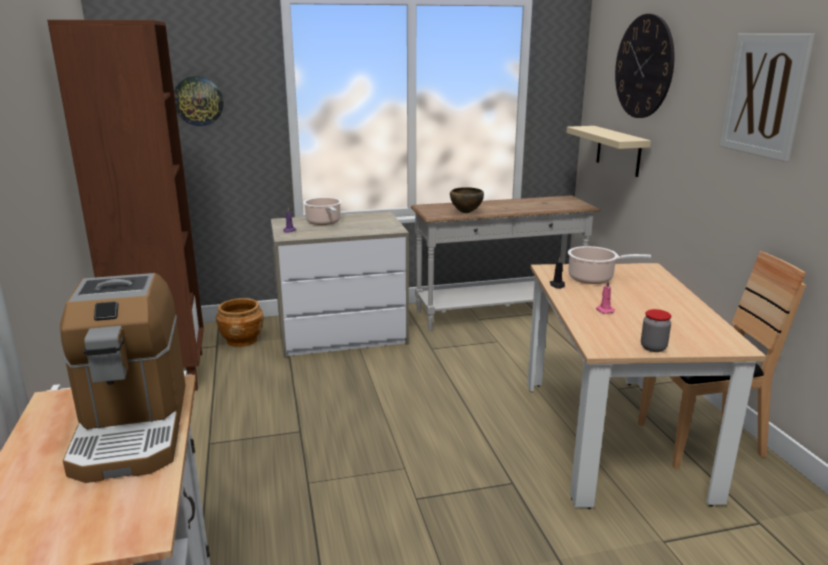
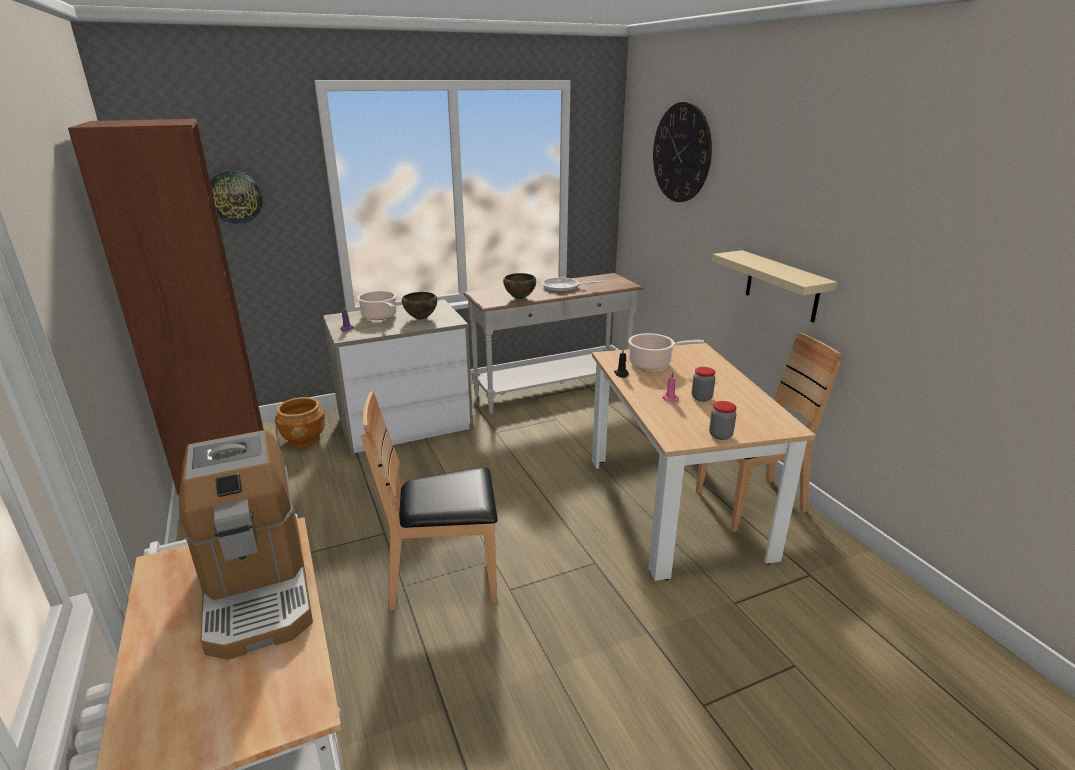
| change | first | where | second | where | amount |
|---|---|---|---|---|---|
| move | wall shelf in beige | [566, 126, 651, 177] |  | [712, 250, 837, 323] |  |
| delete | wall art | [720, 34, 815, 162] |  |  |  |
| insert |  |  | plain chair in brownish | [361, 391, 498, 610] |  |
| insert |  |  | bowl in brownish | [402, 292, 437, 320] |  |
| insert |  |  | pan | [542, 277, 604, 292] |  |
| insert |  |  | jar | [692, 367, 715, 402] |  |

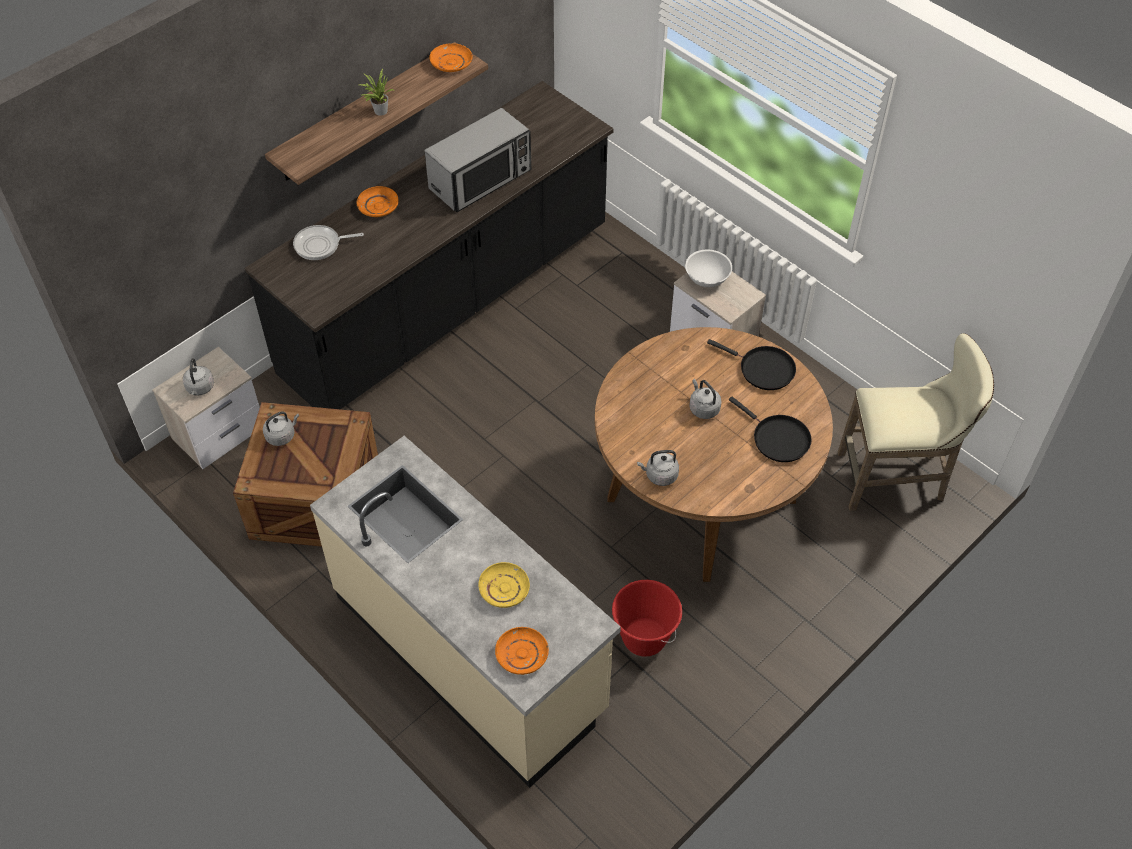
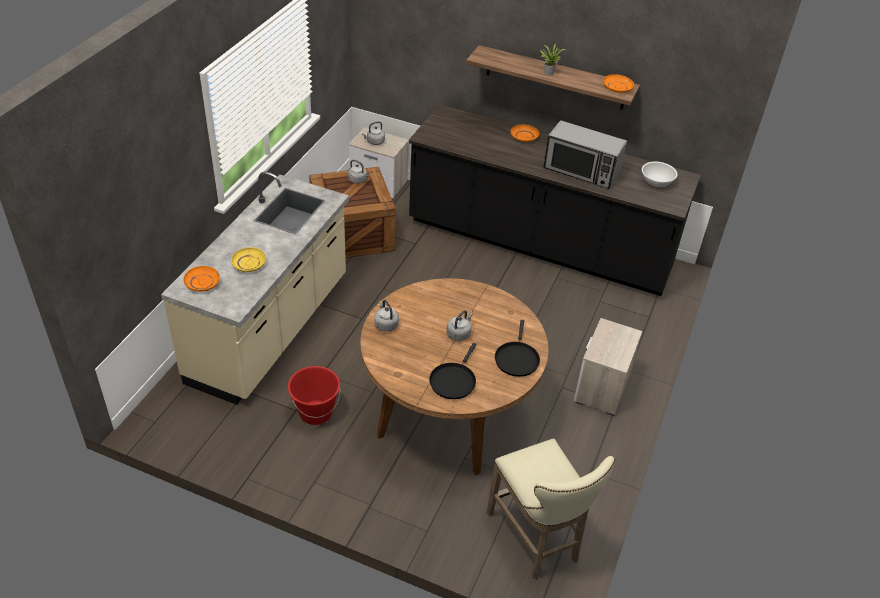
| change | first | where | second | where | amount |
|---|---|---|---|---|---|
| delete | pan | [293, 225, 364, 260] |  |  |  |
| move | bowl in white | [685, 250, 732, 287] |  | [642, 162, 677, 187] |  |

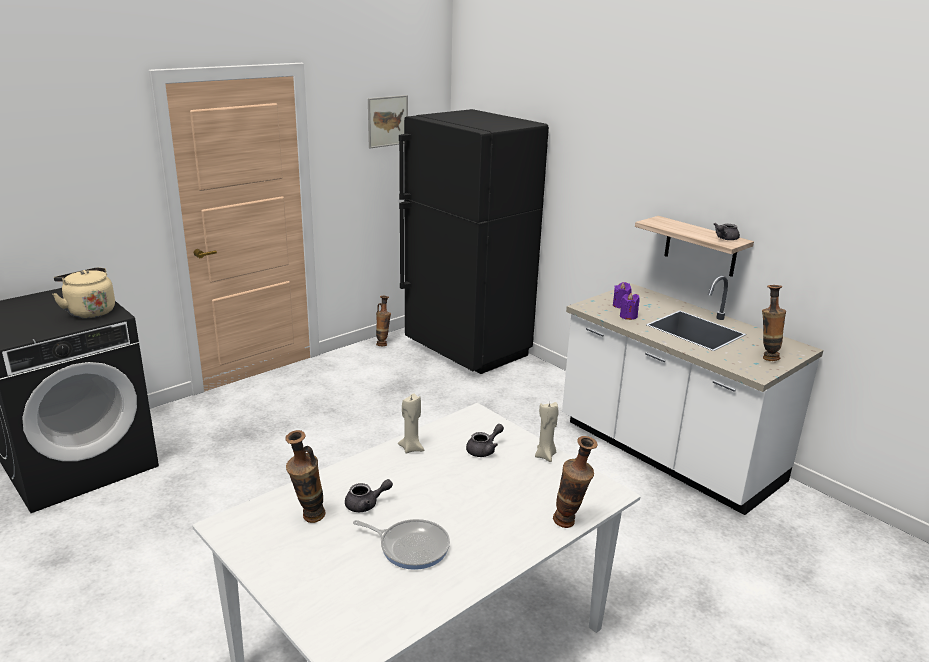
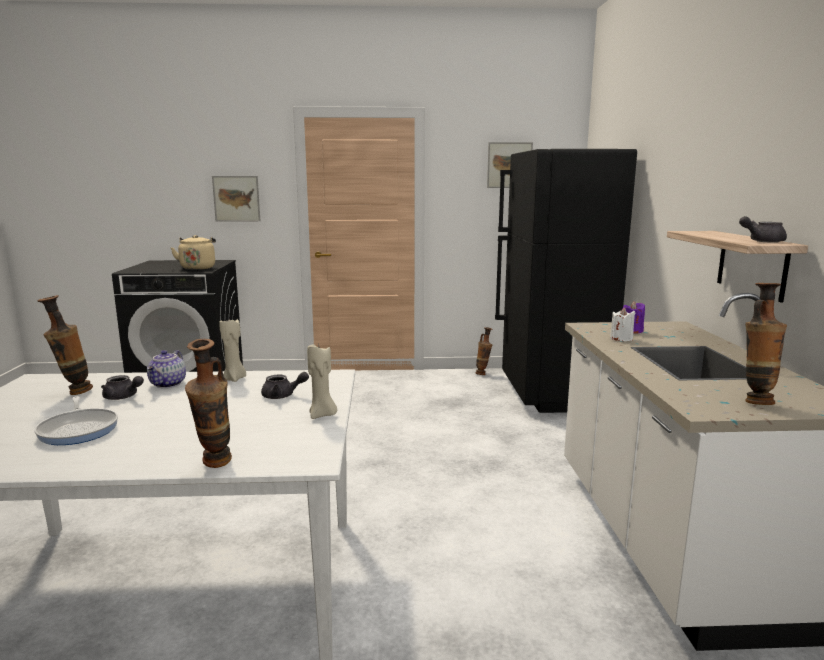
| change | first | where | second | where | amount |
|---|---|---|---|---|---|
| recolor | wax candle in purple-coloured | [620, 293, 639, 320] | wax candle in white | [610, 308, 635, 341] |  |
| insert |  |  | teapot | [147, 350, 186, 388] |  |
| insert |  |  | wall art | [212, 176, 260, 222] |  |

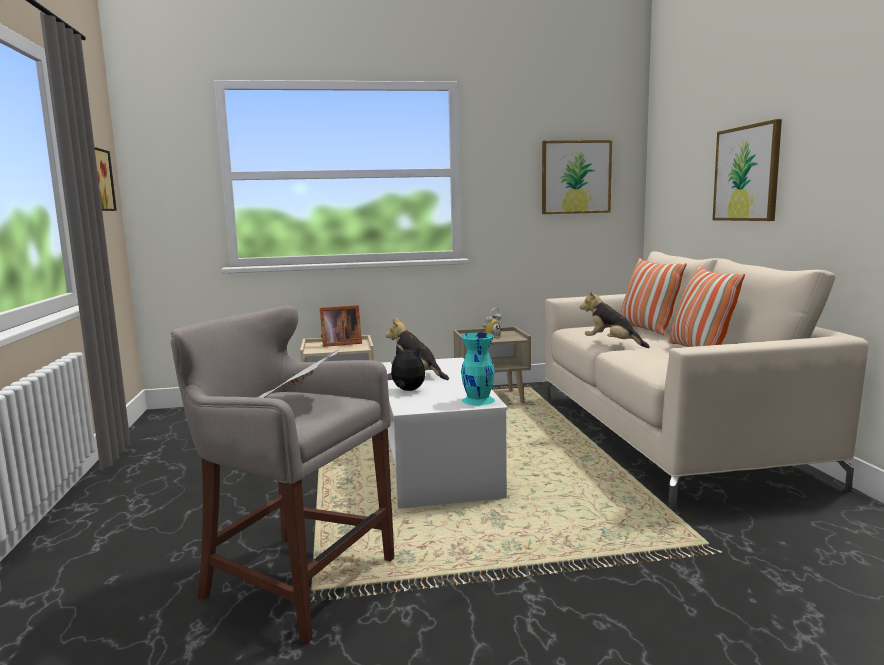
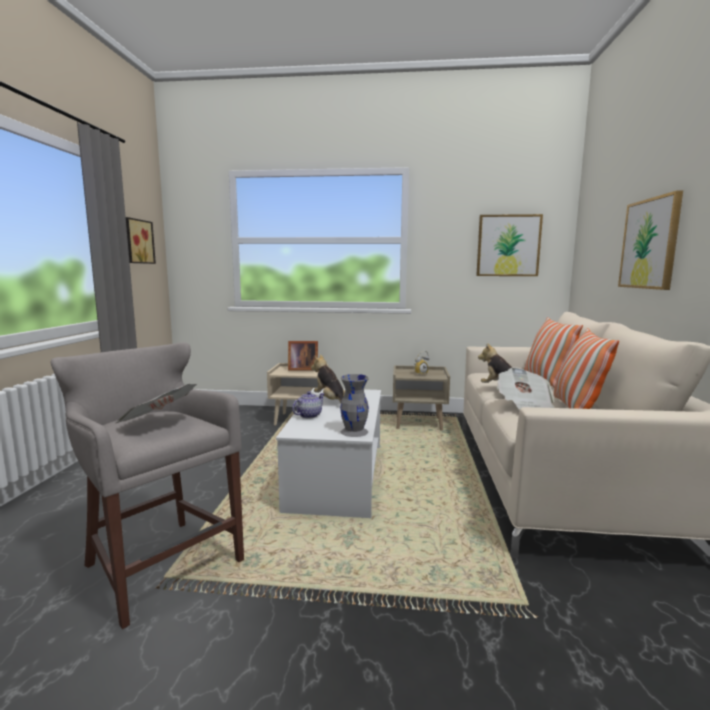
| change | first | where | second | where | amount |
|---|---|---|---|---|---|
| replace | soft toy | [387, 345, 425, 391] | teapot | [292, 391, 325, 418] |  |
| recolor | vase in turquoise | [461, 332, 495, 405] | vase in greyish | [340, 374, 369, 437] |  |
| insert |  |  | newspaper | [497, 367, 554, 410] |  |

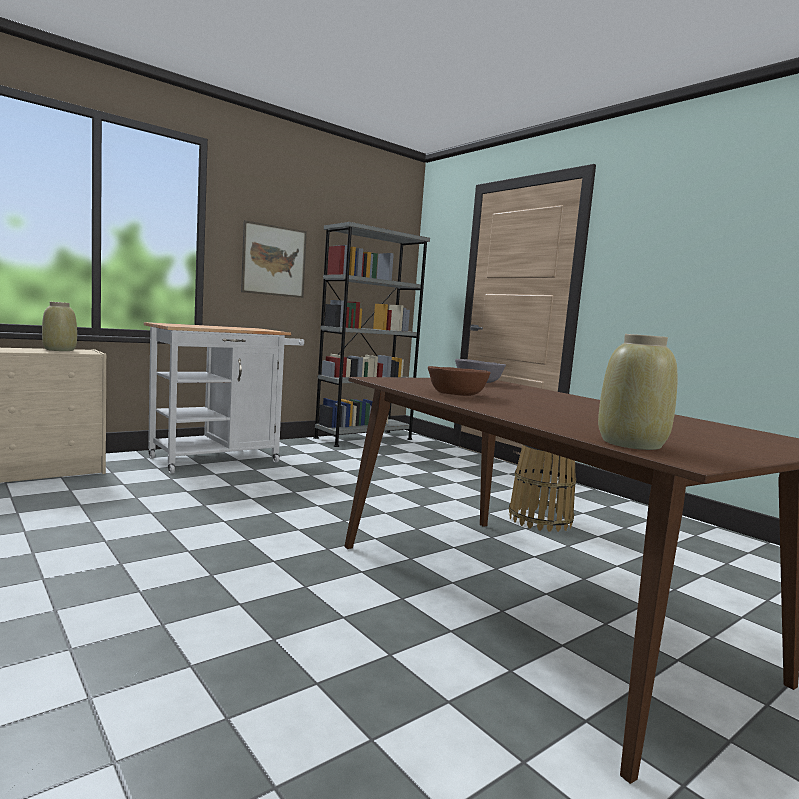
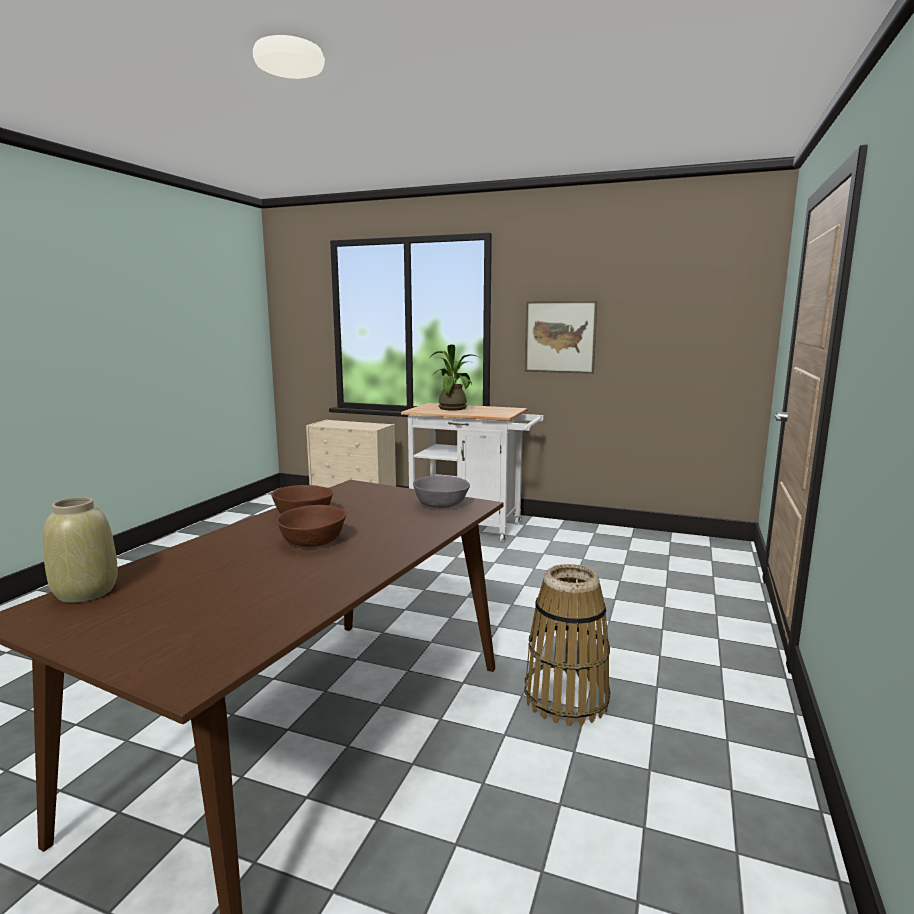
| change | first | where | second | where | amount |
|---|---|---|---|---|---|
| delete | vase in beige | [42, 302, 77, 351] |  |  |  |
| delete | shelving unit in greyish | [313, 222, 430, 447] |  |  |  |
| insert |  |  | bowl in brownish | [276, 505, 346, 547] |  |
| insert |  |  | houseplant | [429, 344, 481, 411] |  |

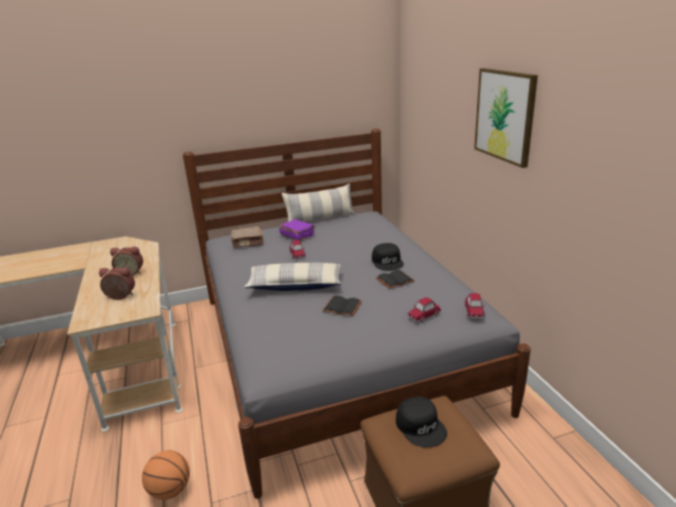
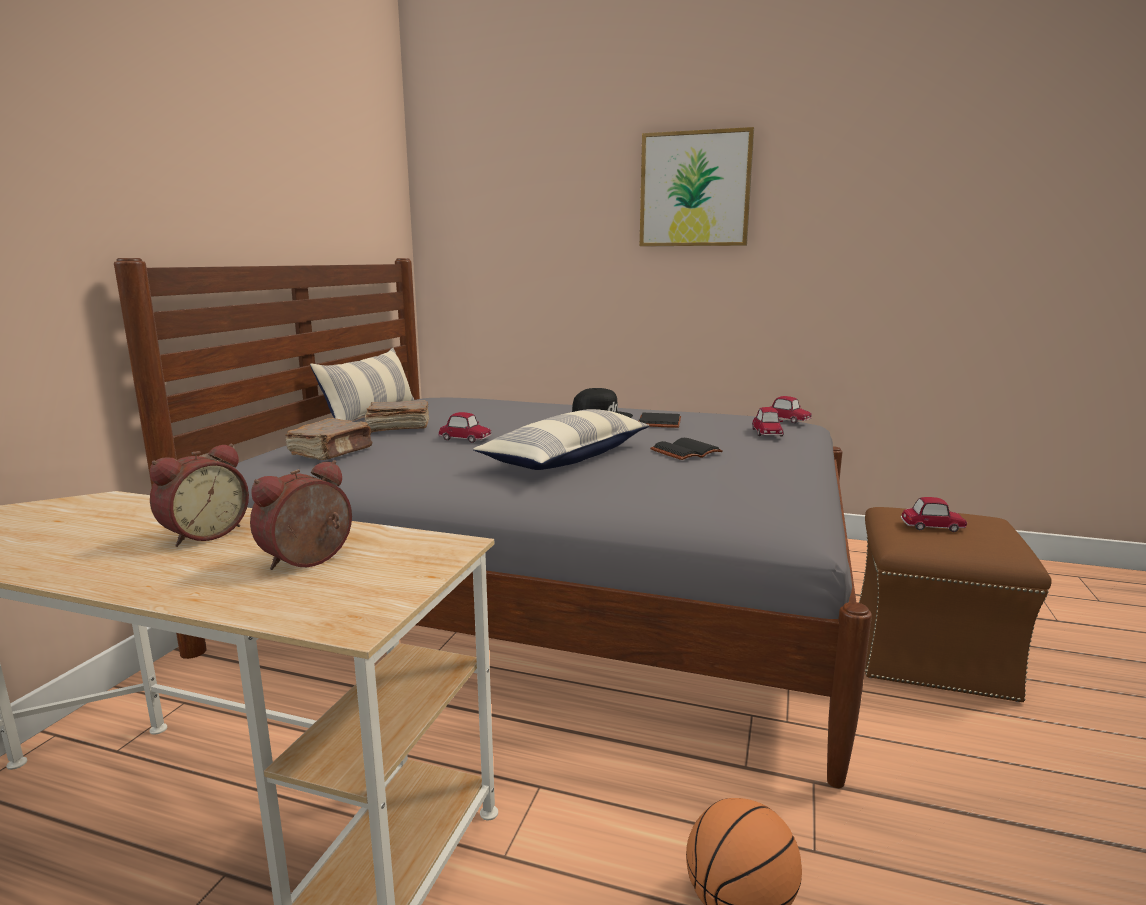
| change | first | where | second | where | amount |
|---|---|---|---|---|---|
| recolor | bound book in purple-coloured | [279, 219, 315, 241] | bound book in brownish | [365, 400, 429, 432] |  |
| replace | baseball cap in black-coloured | [396, 396, 447, 448] | miniature car | [901, 497, 967, 532] |  |

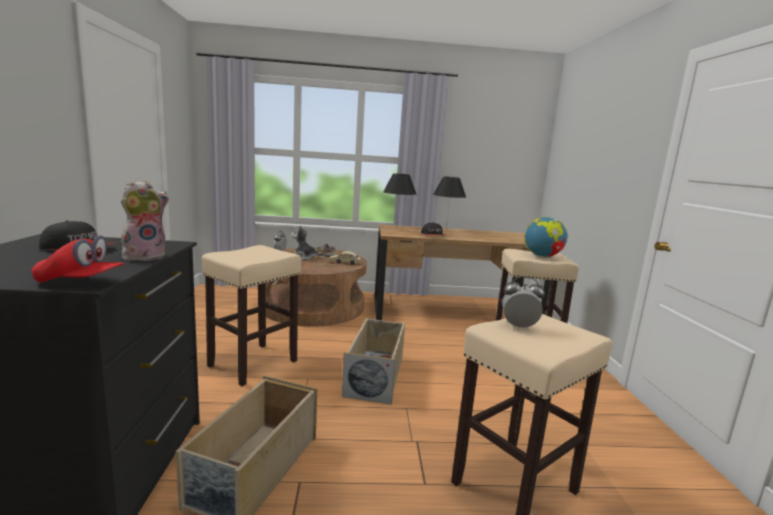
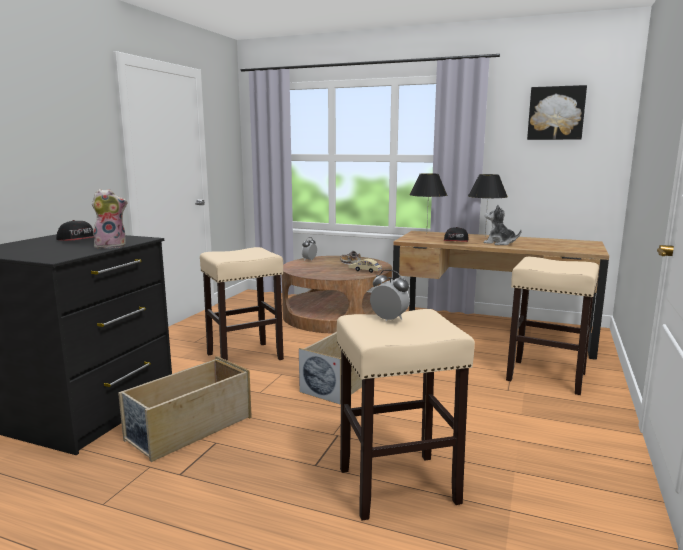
| change | first | where | second | where | amount |
|---|---|---|---|---|---|
| delete | baseball cap in red-coloured | [32, 235, 125, 283] |  |  |  |
| move | soft toy | [291, 226, 320, 260] |  | [484, 204, 522, 245] |  |
| delete | globe | [524, 217, 568, 258] |  |  |  |
| insert |  |  | wall art | [527, 85, 587, 140] |  |

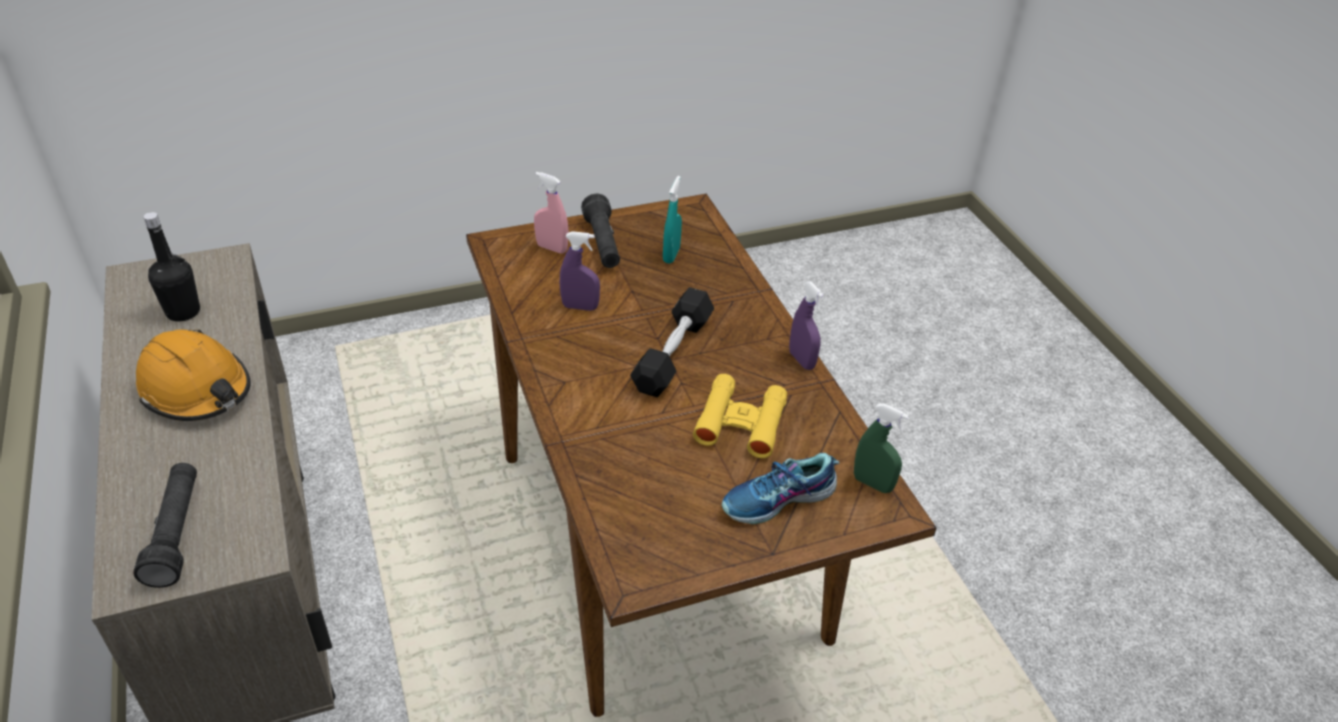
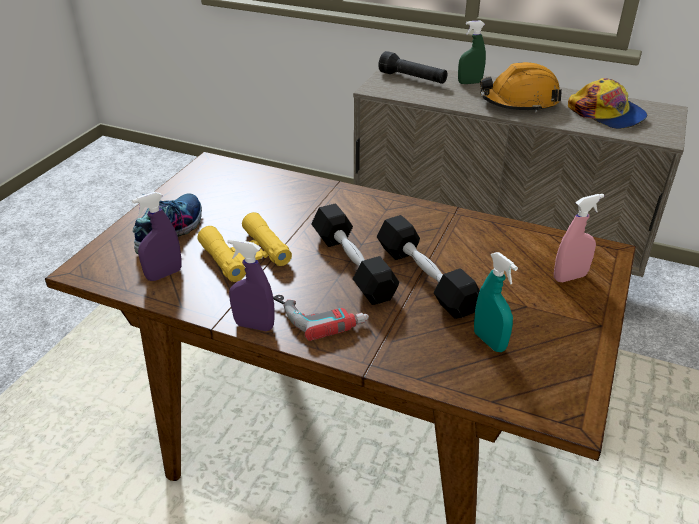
| change | first | where | second | where | amount |
|---|---|---|---|---|---|
| replace | bottle in black-coloured | [143, 212, 200, 322] | baseball cap | [568, 78, 647, 129] |  |
| move | sprayer in purple-coloured | [560, 231, 600, 311] |  | [132, 192, 182, 281] |  |
| delete | flashlight in black-coloured | [581, 194, 620, 268] |  |  |  |
| move | sprayer in greenish | [854, 404, 909, 493] |  | [458, 21, 486, 84] |  |
| insert |  |  | power drill | [273, 295, 369, 341] |  |
| insert |  |  | free weight in black-coloured | [377, 215, 480, 319] |  |

